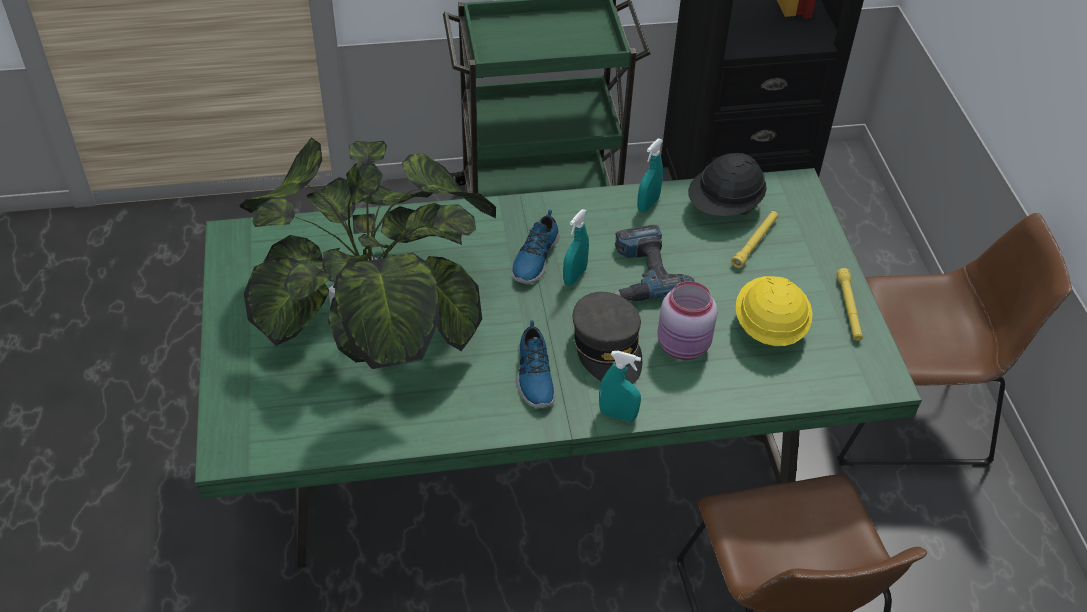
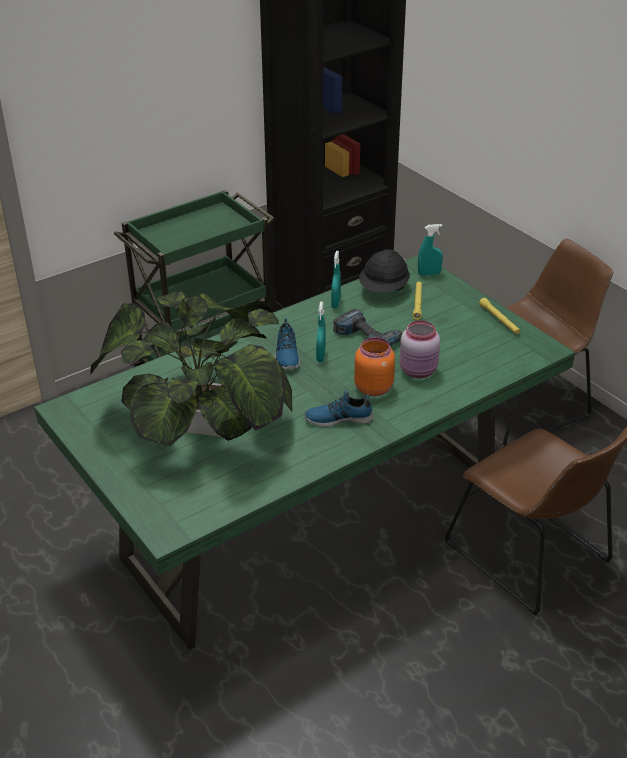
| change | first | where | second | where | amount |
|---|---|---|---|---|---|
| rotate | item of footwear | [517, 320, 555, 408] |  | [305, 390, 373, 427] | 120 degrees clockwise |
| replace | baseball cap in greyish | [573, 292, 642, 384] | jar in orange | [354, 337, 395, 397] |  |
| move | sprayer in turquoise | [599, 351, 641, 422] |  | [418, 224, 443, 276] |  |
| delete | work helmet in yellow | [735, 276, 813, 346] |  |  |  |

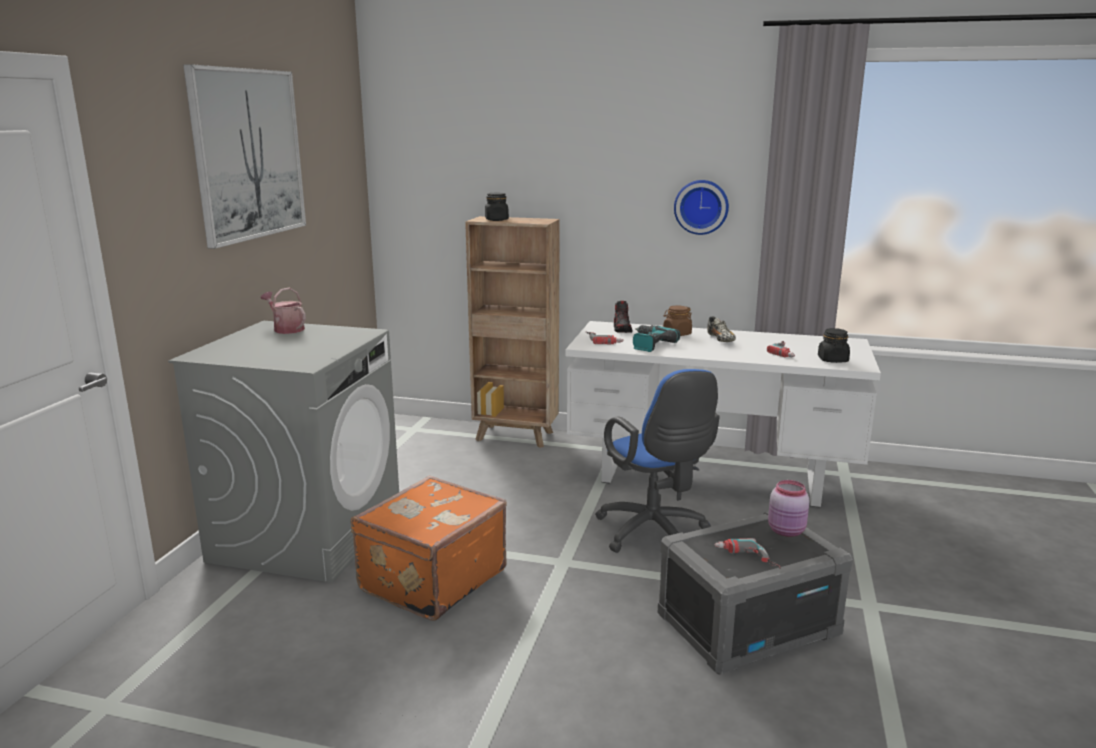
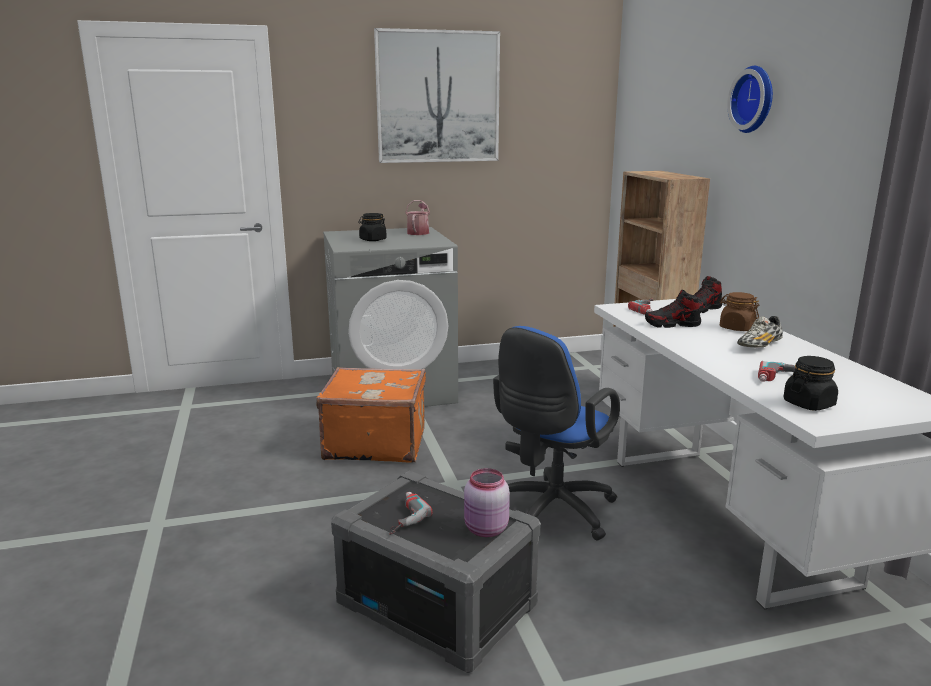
| change | first | where | second | where | amount |
|---|---|---|---|---|---|
| move | jar in black-coloured | [485, 193, 509, 221] |  | [359, 213, 387, 241] |  |
| replace | power drill | [633, 325, 680, 352] | item of footwear | [645, 290, 701, 328] |  |
| move | wall clock | [674, 180, 729, 235] |  | [727, 66, 773, 133] |  |

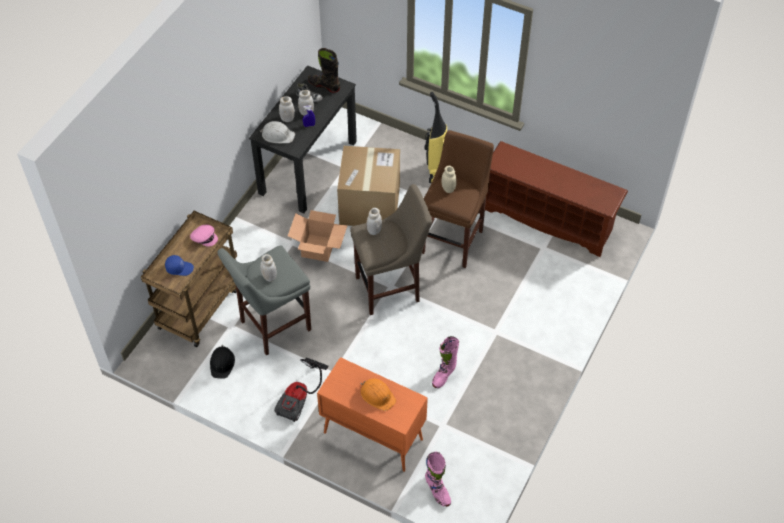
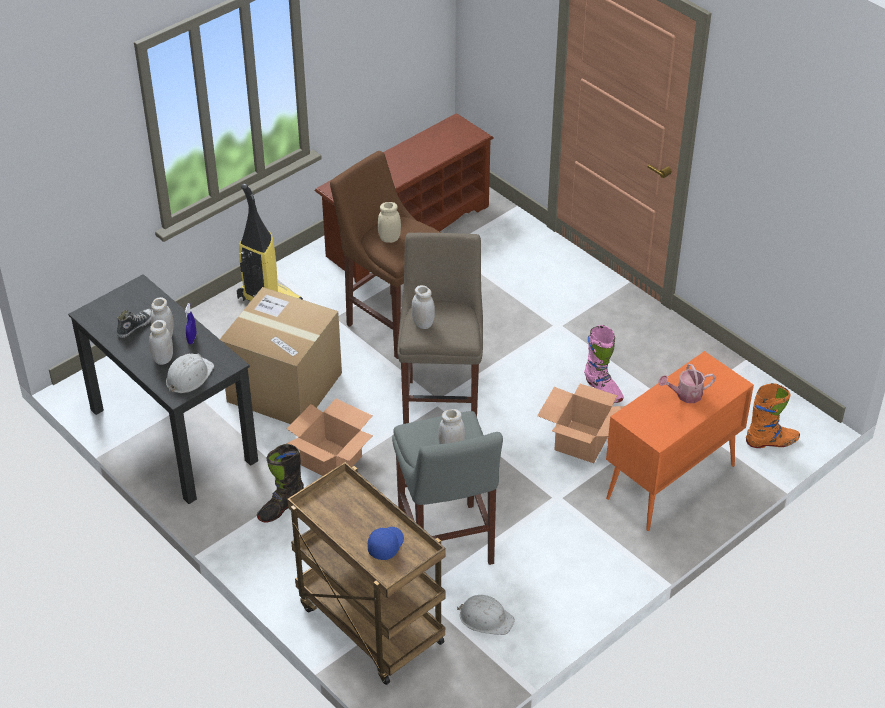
| change | first | where | second | where | amount |
|---|---|---|---|---|---|
| delete | baseball cap in pinkish | [190, 225, 218, 247] |  |  |  |
| recolor | work helmet in black-coloured | [210, 346, 235, 379] | work helmet in white | [457, 595, 515, 635] |  |
| delete | hoover | [274, 358, 329, 422] |  |  |  |
| move | high-top boot in black-coloured | [308, 48, 340, 93] |  | [257, 444, 304, 523] |  |
| replace | work helmet in orange | [360, 378, 396, 411] | sprinkling can | [659, 364, 716, 403] |  |
| recolor | high-top boot in pinkish | [425, 452, 451, 507] | high-top boot in orange | [746, 383, 800, 448] |  |
| insert |  |  | cardboard box | [537, 384, 625, 463] |  |

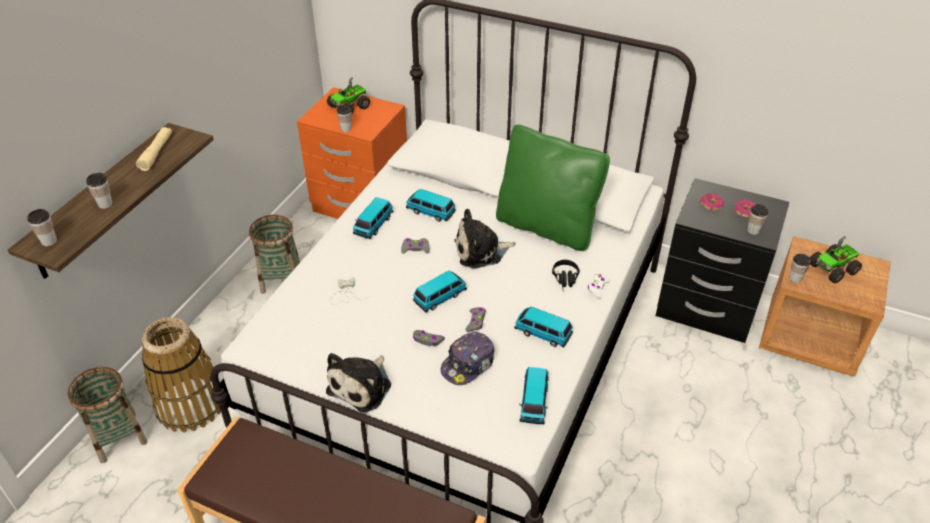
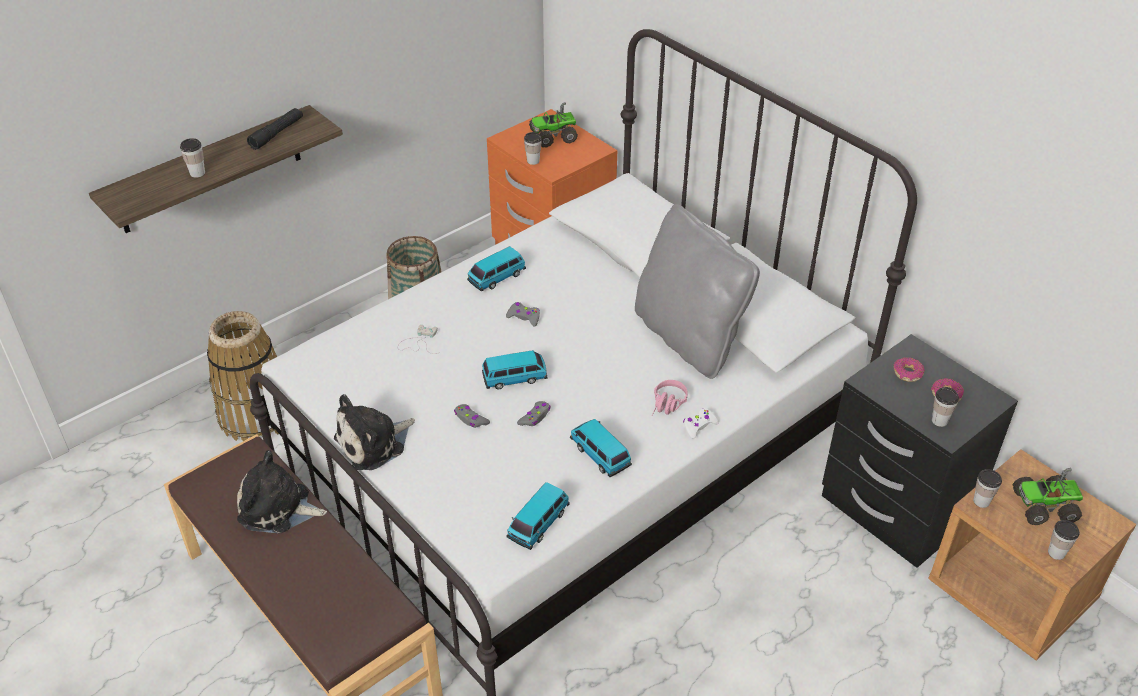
| change | first | where | second | where | amount |
|---|---|---|---|---|---|
| move | cup | [27, 209, 57, 246] |  | [1048, 520, 1080, 560] |  |
| delete | household basket | [68, 367, 147, 463] |  |  |  |
| recolor | flashlight in beige | [136, 127, 172, 171] | flashlight in black-coloured | [247, 108, 303, 150] |  |
| delete | miniature car | [406, 189, 456, 222] |  |  |  |
| delete | baseball cap | [441, 332, 495, 385] |  |  |  |
| move | soft toy | [454, 209, 516, 268] |  | [237, 450, 327, 533] |  |
| recolor | pillow in greenish | [496, 125, 610, 251] | pillow in greyish | [635, 204, 760, 379] |  |
| recolor | headset in black-coloured | [552, 260, 580, 289] | headset in pinkish | [652, 380, 688, 415] |  |

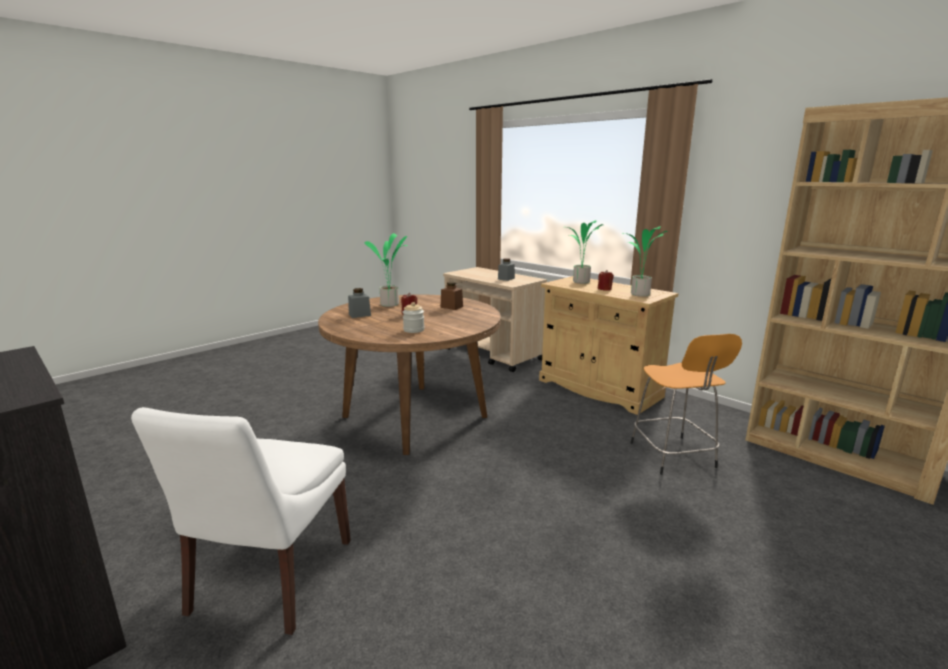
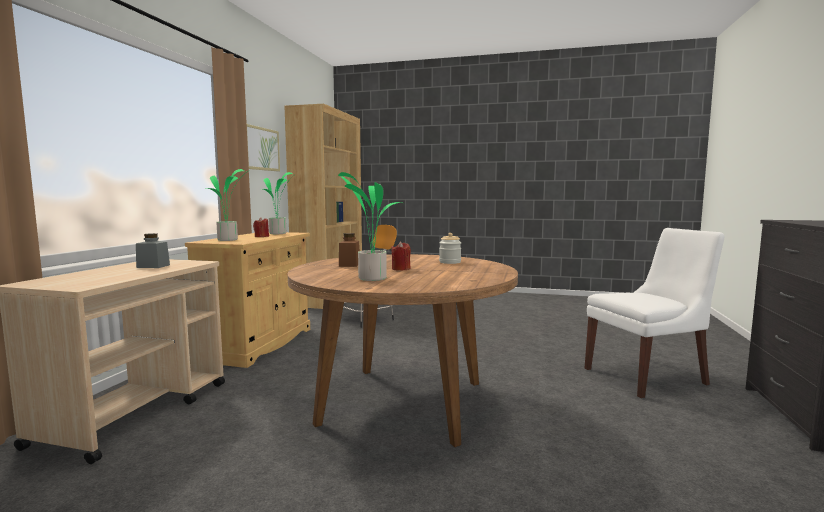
| change | first | where | second | where | amount |
|---|---|---|---|---|---|
| delete | jar in greyish | [348, 288, 371, 318] |  |  |  |
| insert |  |  | wall art | [247, 124, 280, 171] |  |

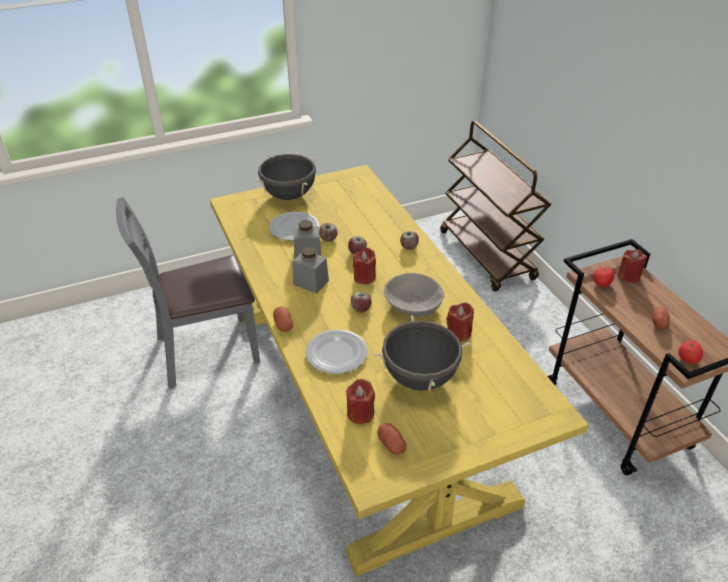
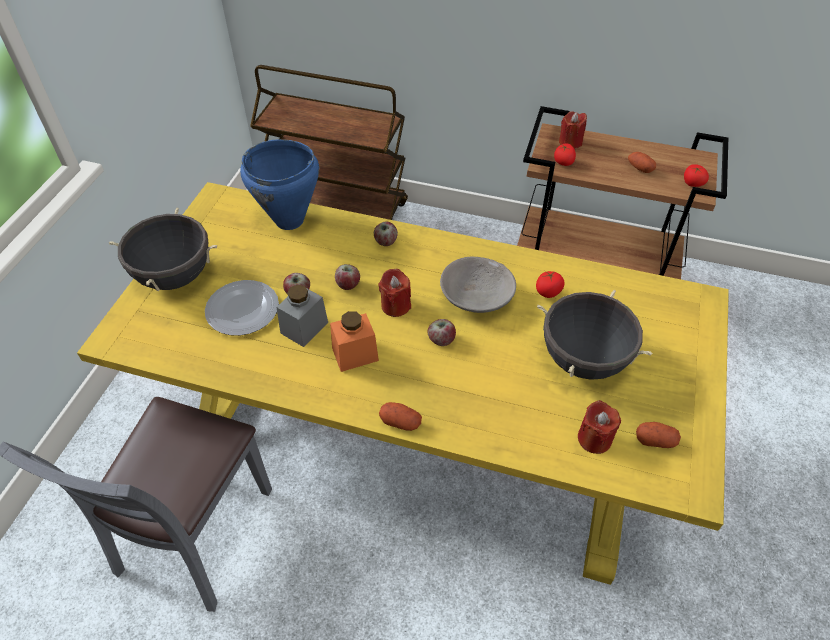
| change | first | where | second | where | amount |
|---|---|---|---|---|---|
| recolor | jar in greyish | [293, 247, 329, 294] | jar in orange | [330, 311, 379, 372] |  |
| delete | dinner plate | [306, 329, 368, 374] |  |  |  |
| replace | wax candle in red-coloured | [446, 302, 474, 342] | tomato | [536, 271, 565, 298] |  |
| insert |  |  | saucepot in blue | [240, 139, 319, 230] |  |

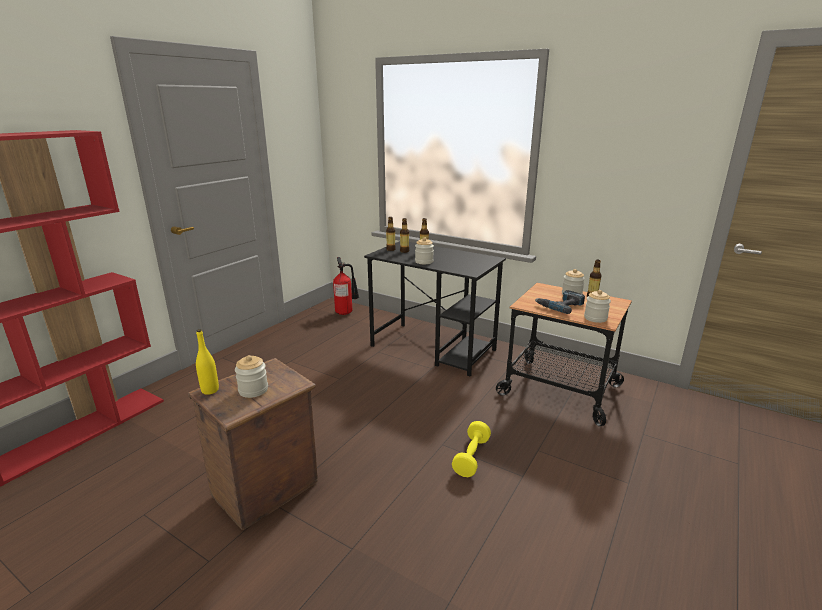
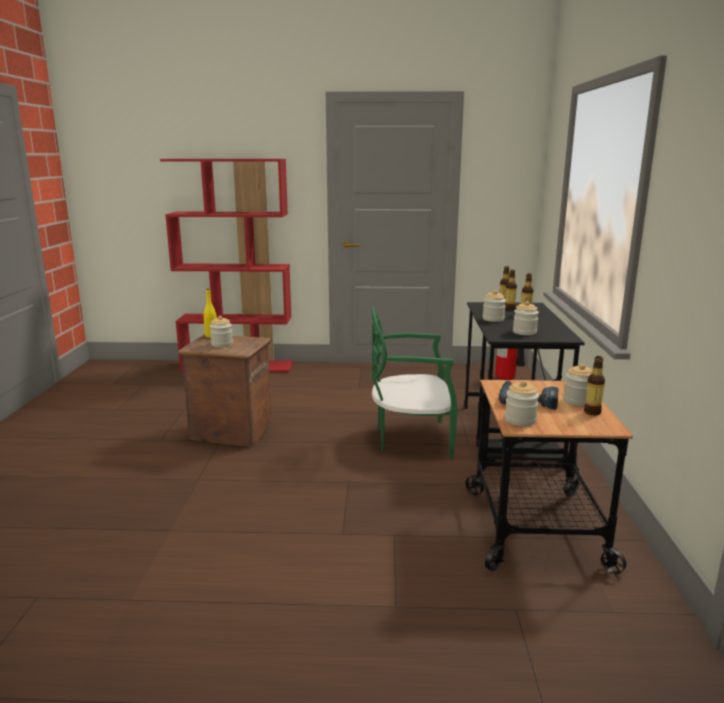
| change | first | where | second | where | amount |
|---|---|---|---|---|---|
| delete | free weight in yellow | [452, 421, 491, 477] |  |  |  |
| insert |  |  | plain chair in greenish | [372, 307, 458, 458] |  |
| insert |  |  | jar | [513, 301, 539, 335] |  |

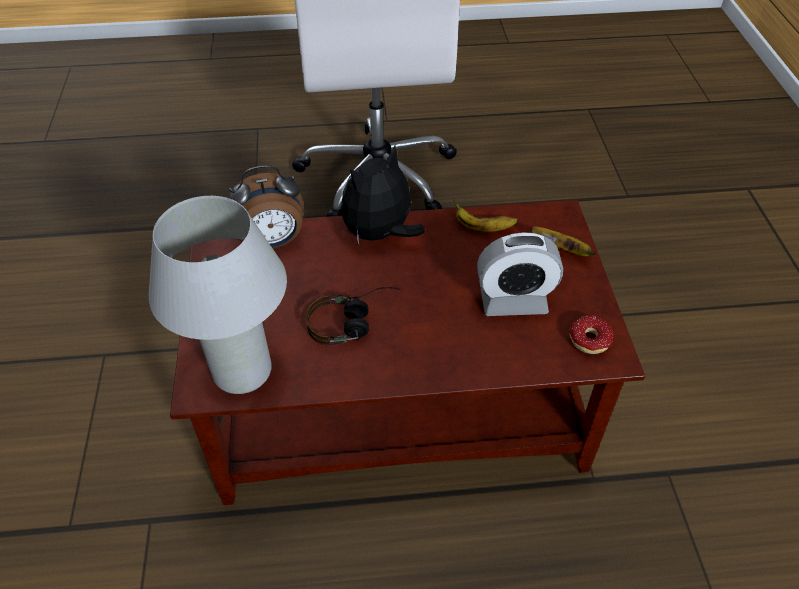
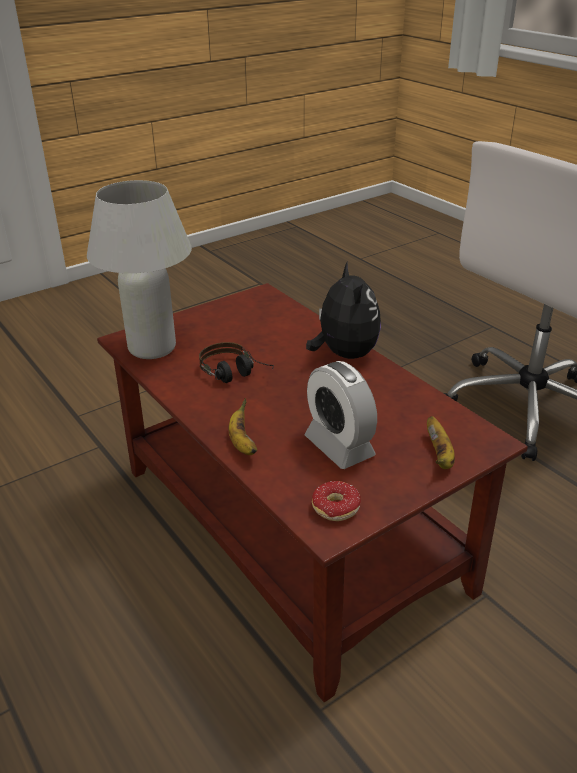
| change | first | where | second | where | amount |
|---|---|---|---|---|---|
| delete | alarm clock | [228, 165, 303, 249] |  |  |  |
| rotate | soft toy | [341, 146, 425, 244] |  | [306, 260, 381, 359] | 60 degrees clockwise |
| move | whole banana | [453, 198, 518, 232] |  | [229, 398, 257, 455] |  |

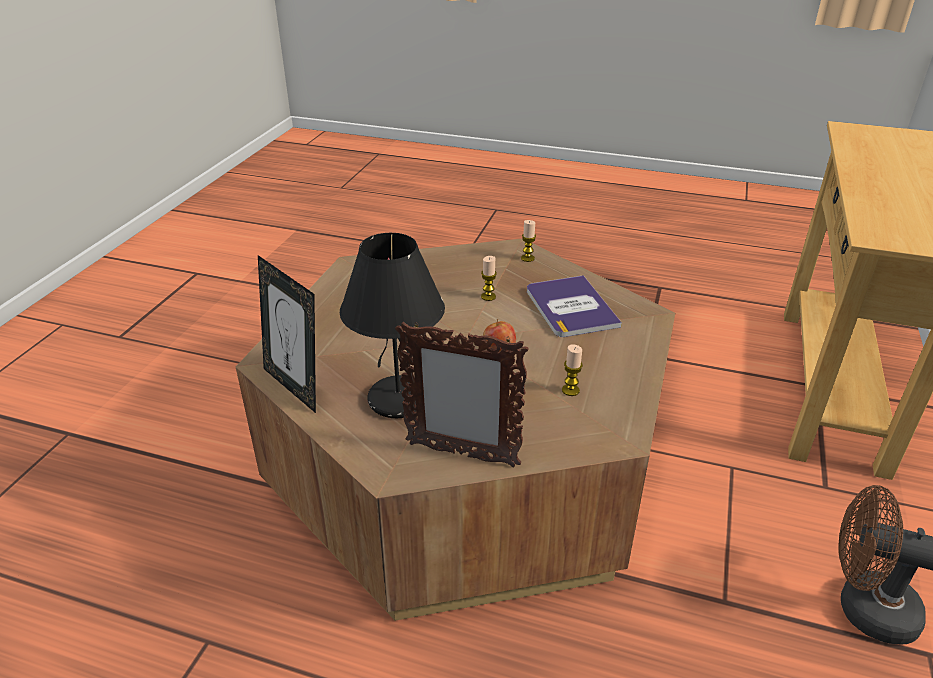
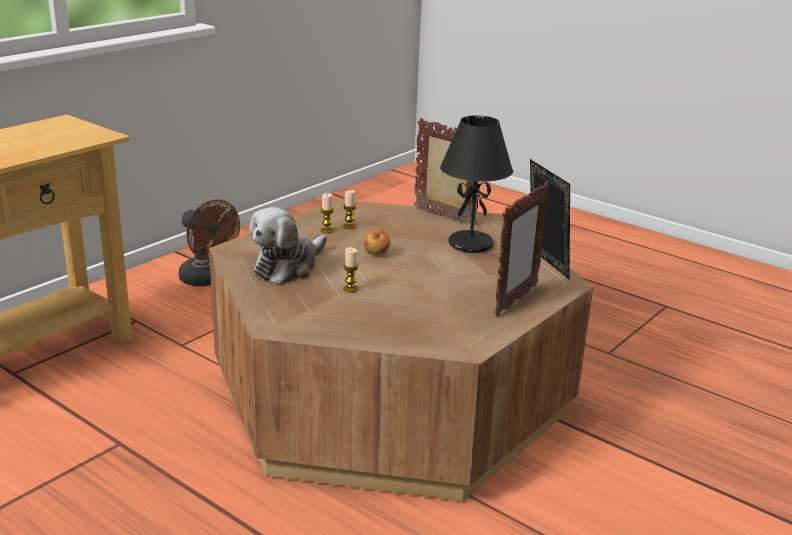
| change | first | where | second | where | amount |
|---|---|---|---|---|---|
| move | wax candle | [521, 220, 536, 262] |  | [321, 193, 334, 233] |  |
| replace | bound book | [527, 275, 622, 337] | soft toy | [249, 207, 327, 284] |  |
| insert |  |  | picture frame | [495, 181, 549, 316] |  |

